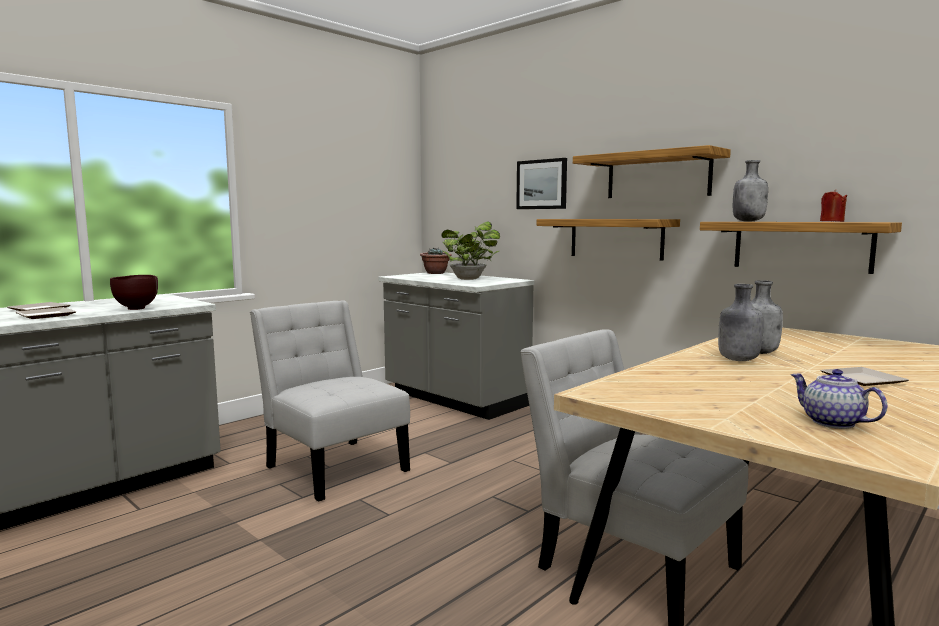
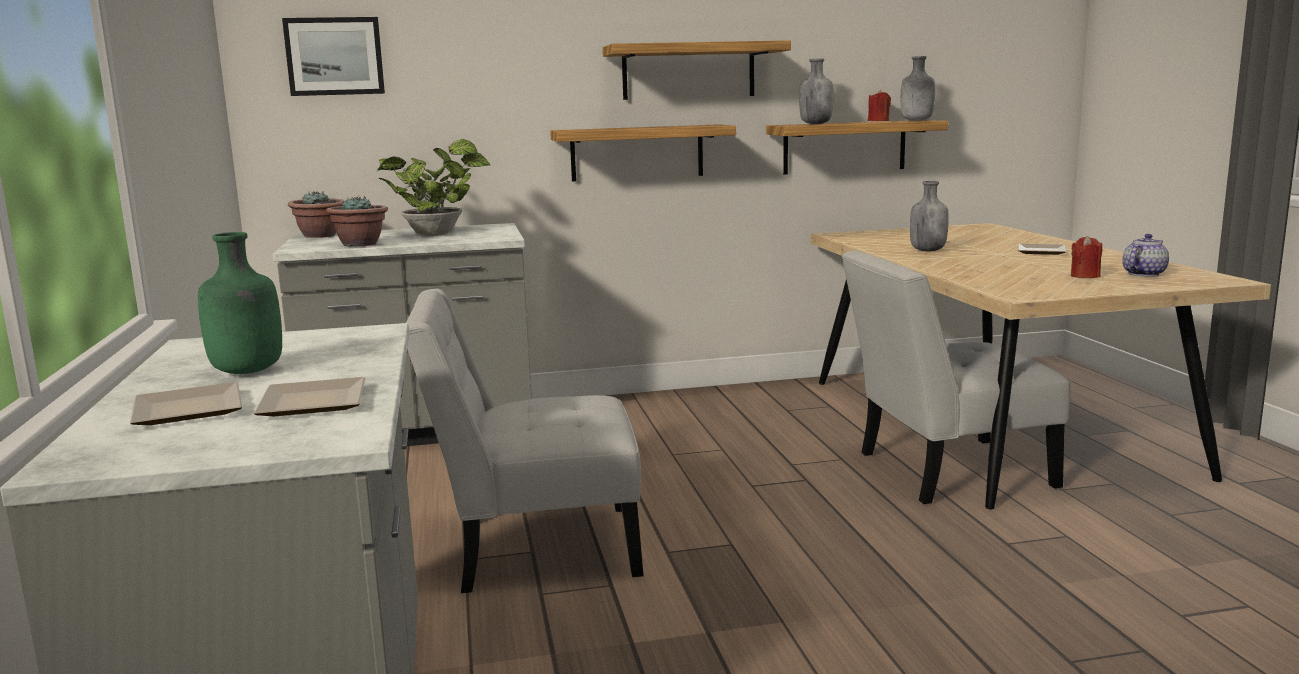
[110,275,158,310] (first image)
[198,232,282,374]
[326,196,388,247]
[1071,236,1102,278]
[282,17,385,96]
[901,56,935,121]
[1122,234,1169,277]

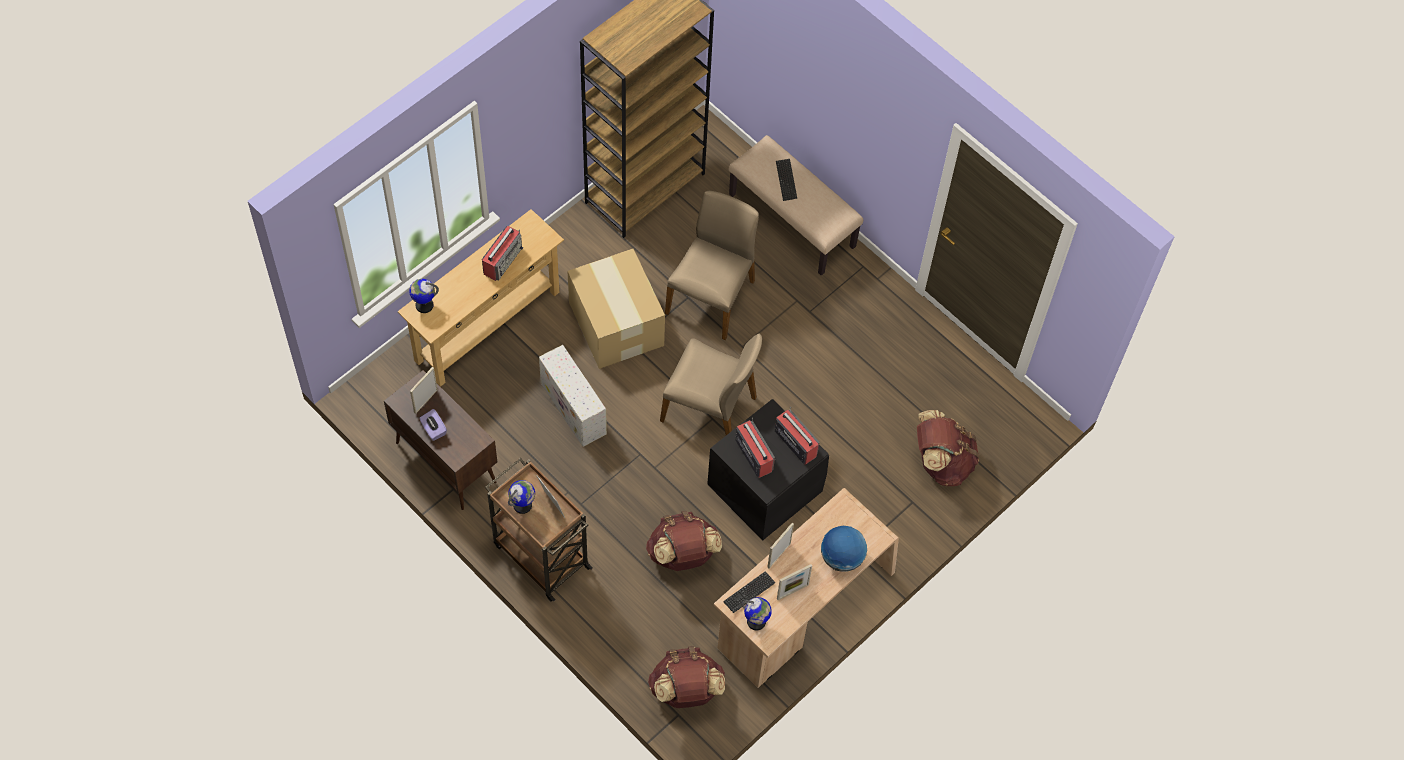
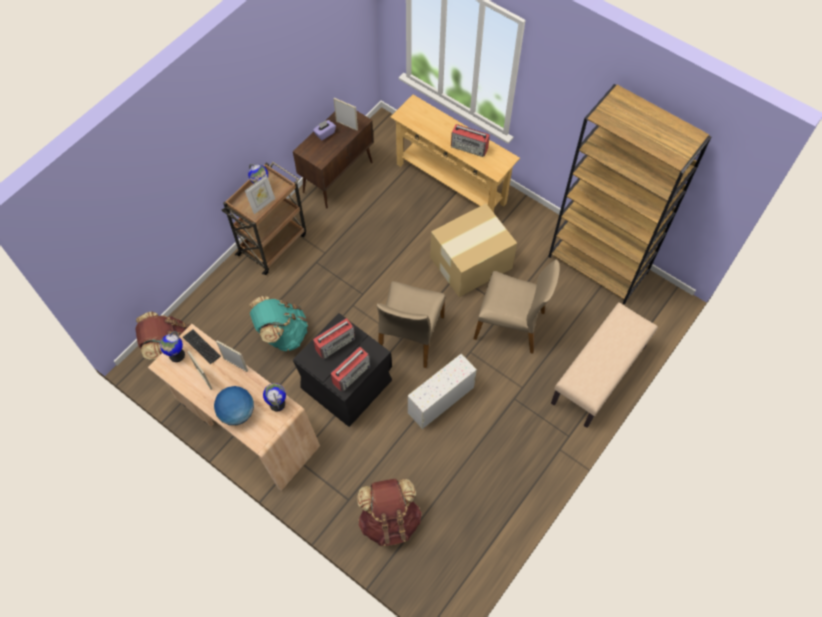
[776,159,797,201] (first image)
[263,383,286,412]
[408,354,477,429]
[249,296,308,351]

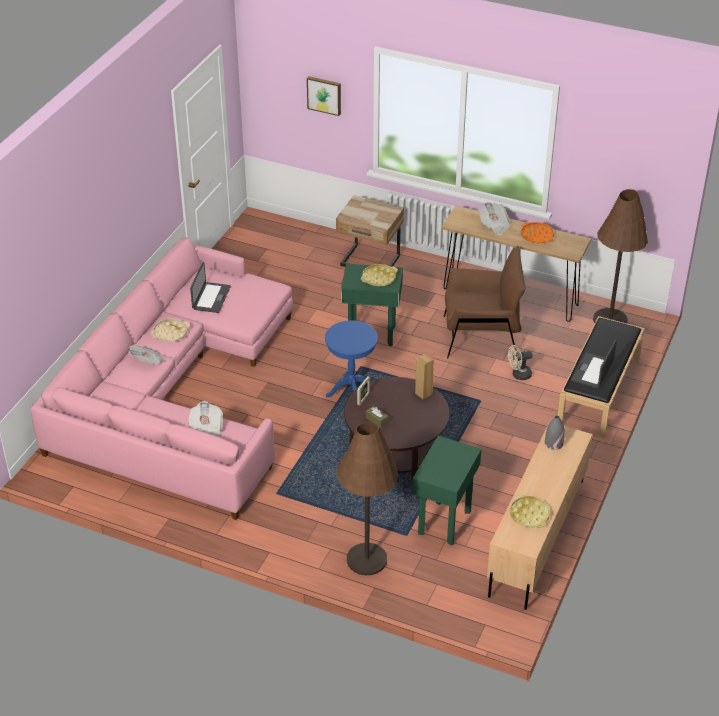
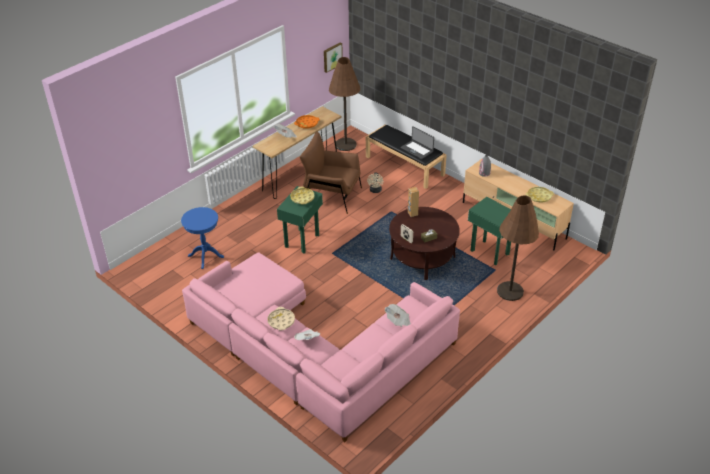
[190,262,231,313] (first image)
[336,195,404,267] (first image)
[324,42,343,73]
[181,207,224,269]
[300,131,362,214]

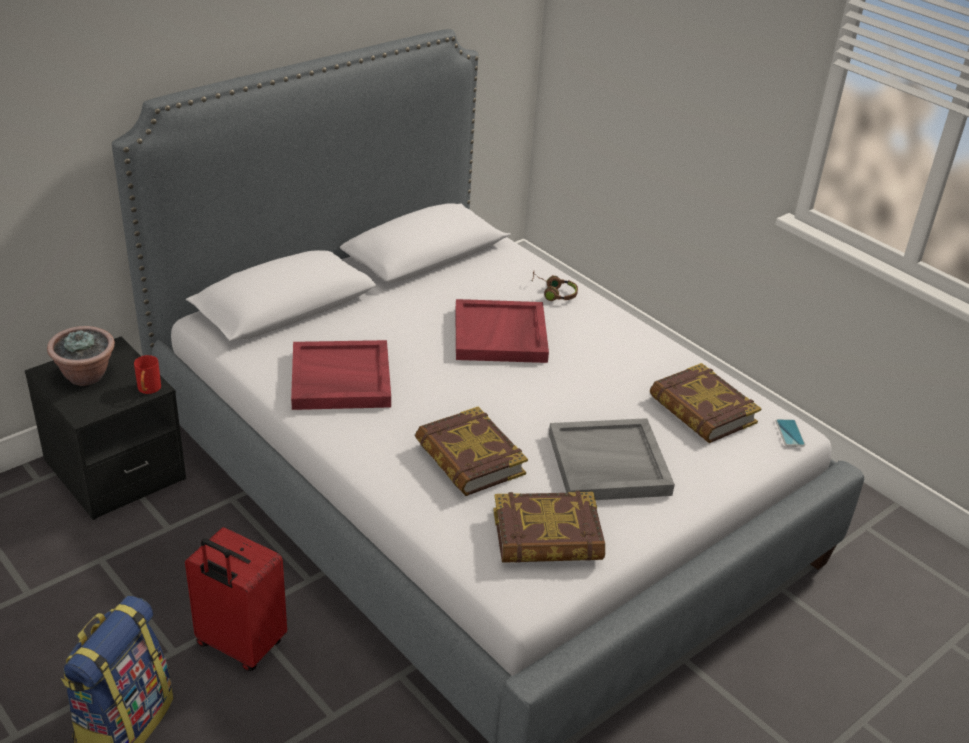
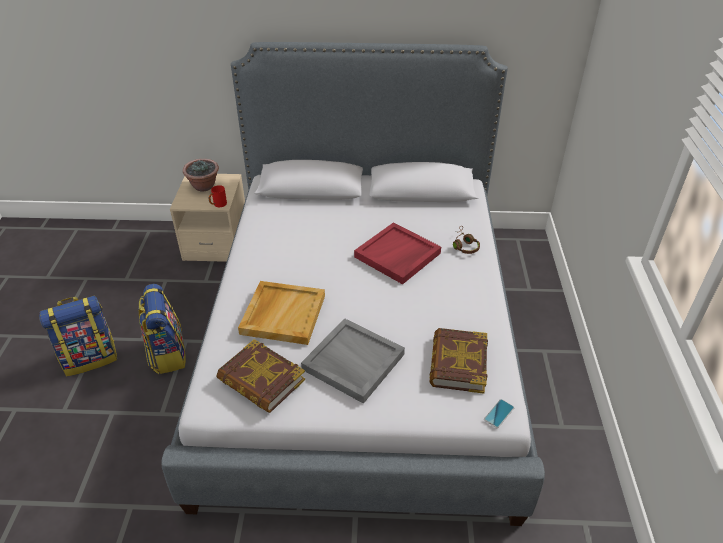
[291,340,391,410] (first image)
[138,284,186,374]
[238,281,325,345]
[170,174,245,262]

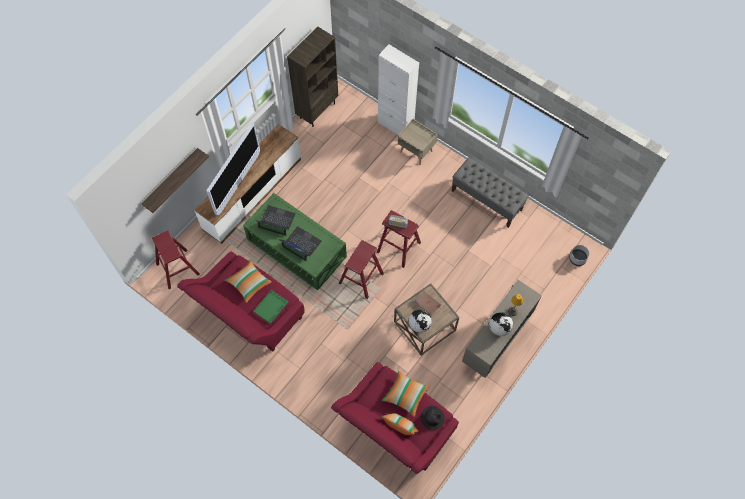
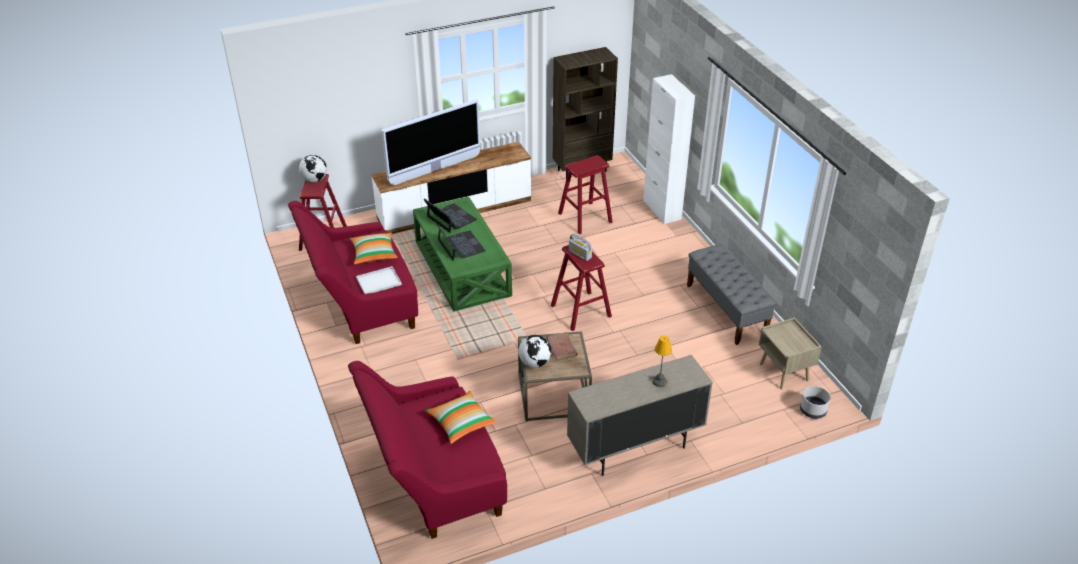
[141,148,209,213] (first image)
[382,413,419,435] (first image)
[421,406,445,430] (first image)
[558,155,613,234]
[759,317,822,389]
[299,155,327,183]
[356,266,402,294]

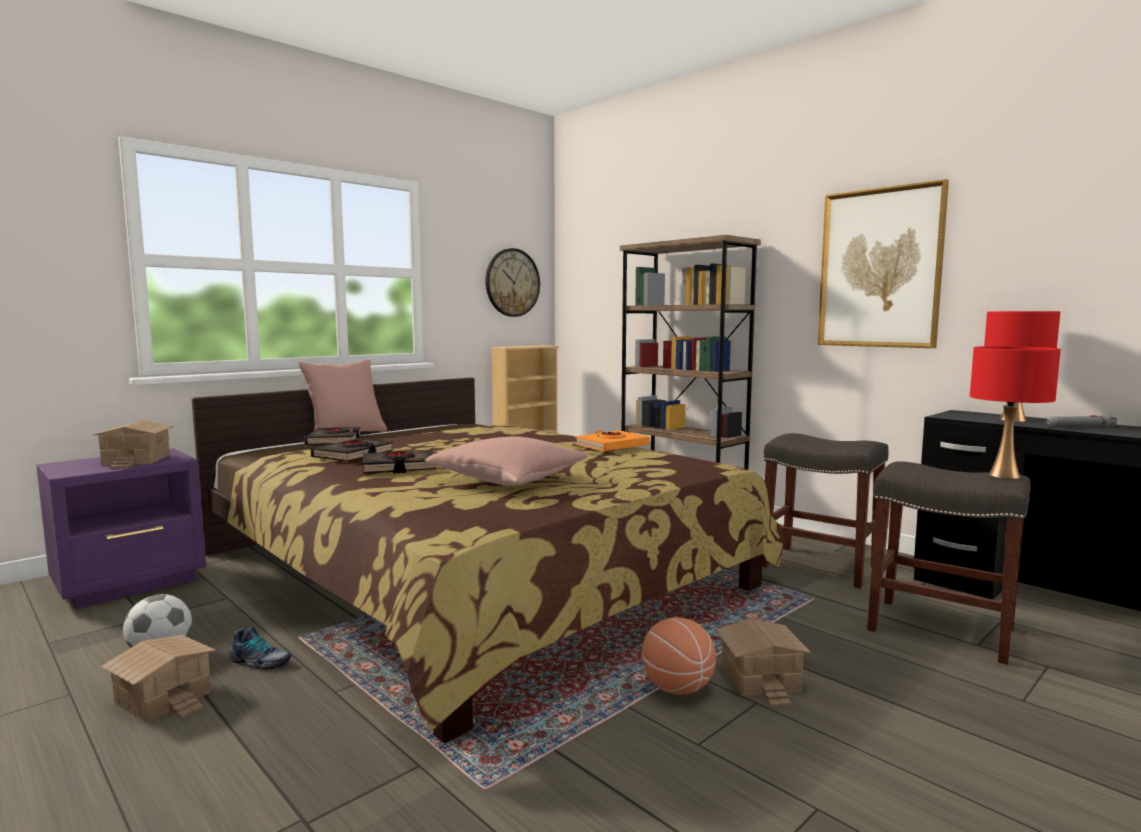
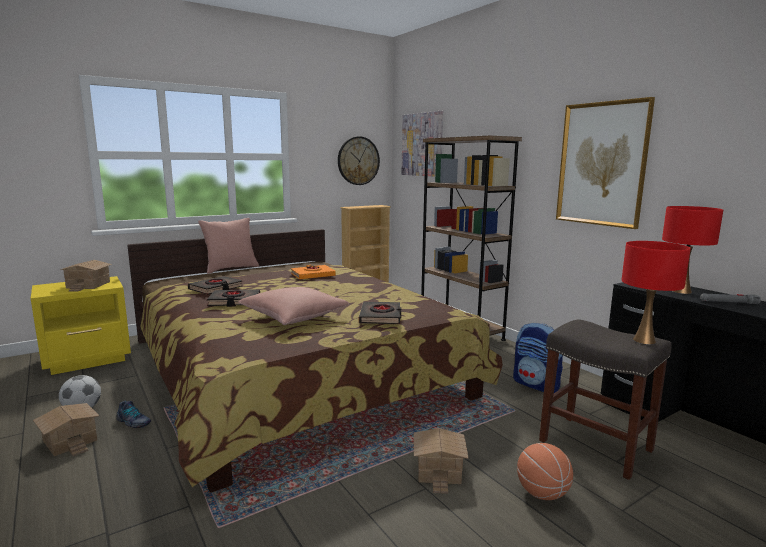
[402,111,443,177]
[359,302,401,324]
[291,265,336,279]
[517,443,573,500]
[513,323,563,393]
[31,276,131,375]

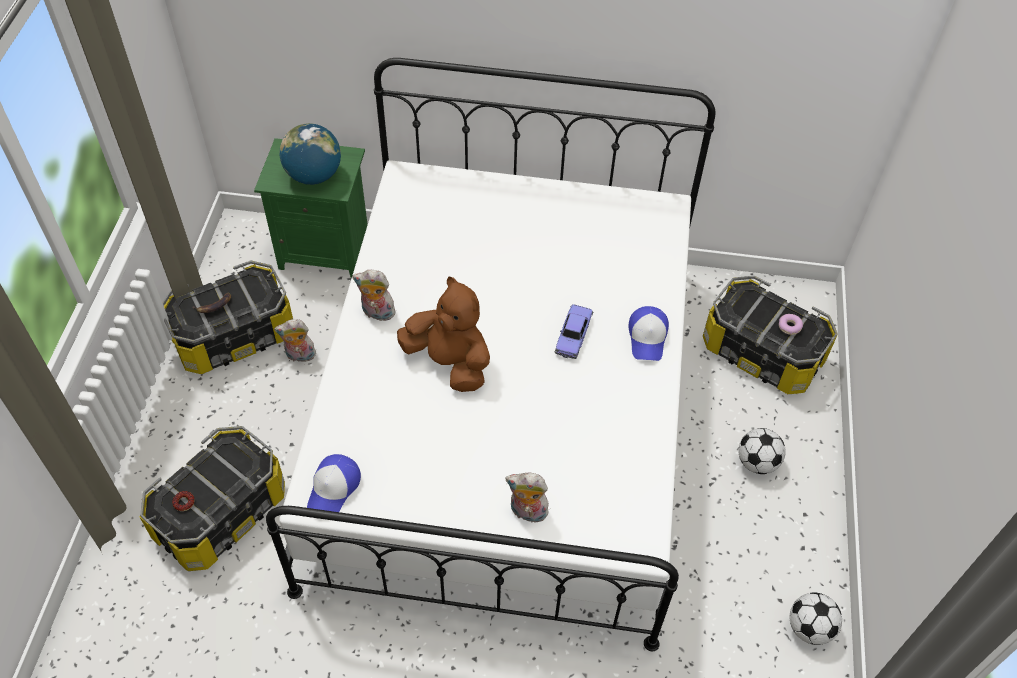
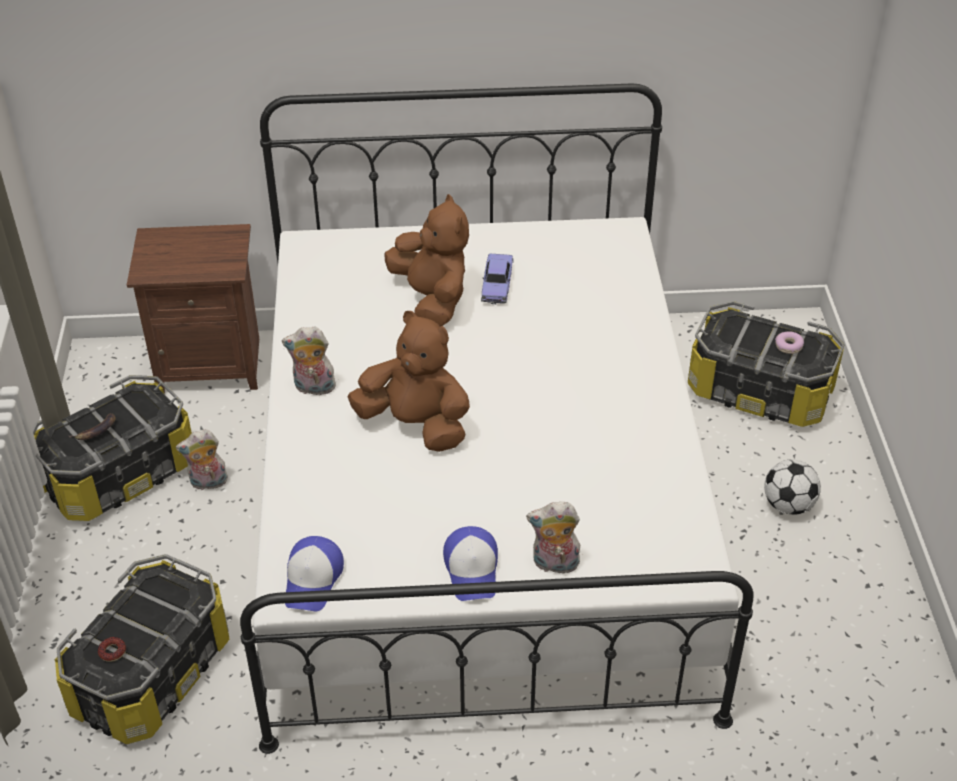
[279,123,341,185] (first image)
[790,593,842,645] (first image)
[384,194,469,327]
[481,254,514,304]
[443,526,498,601]
[127,224,259,394]

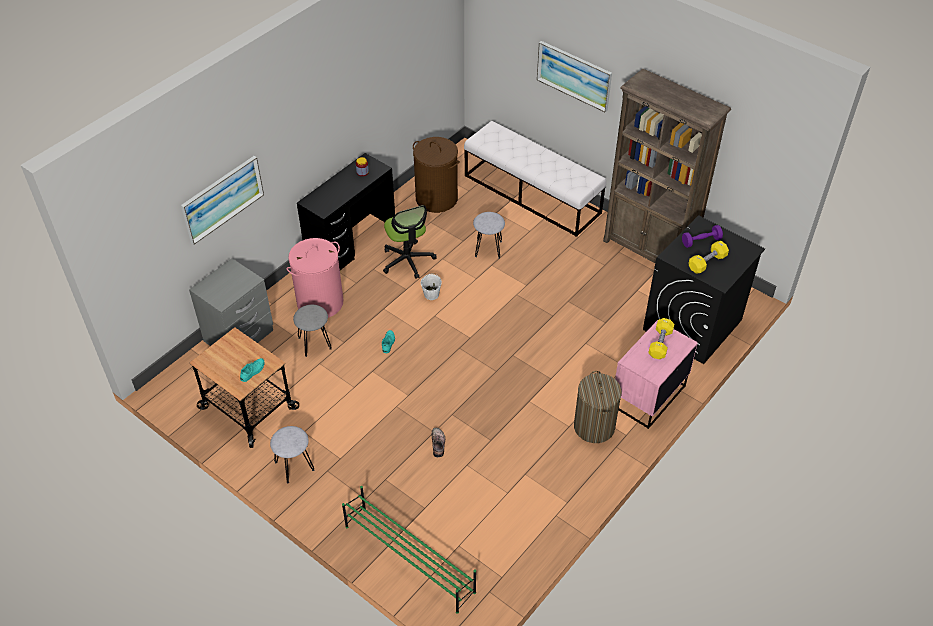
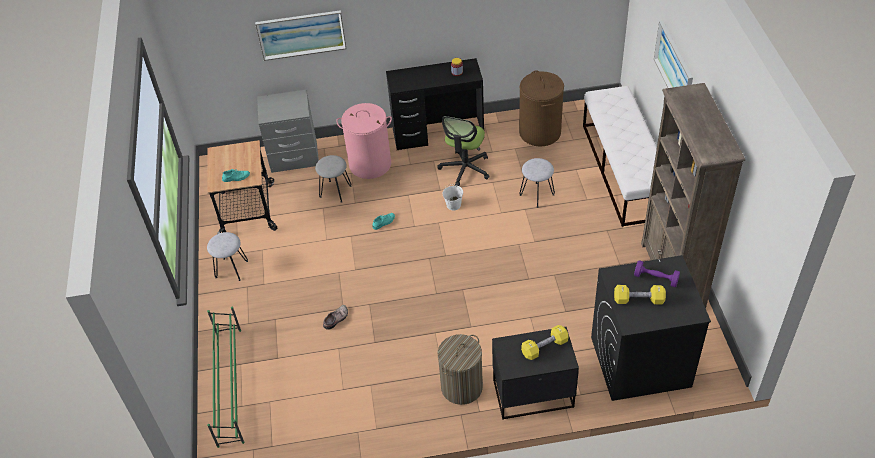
[492,327,579,420]

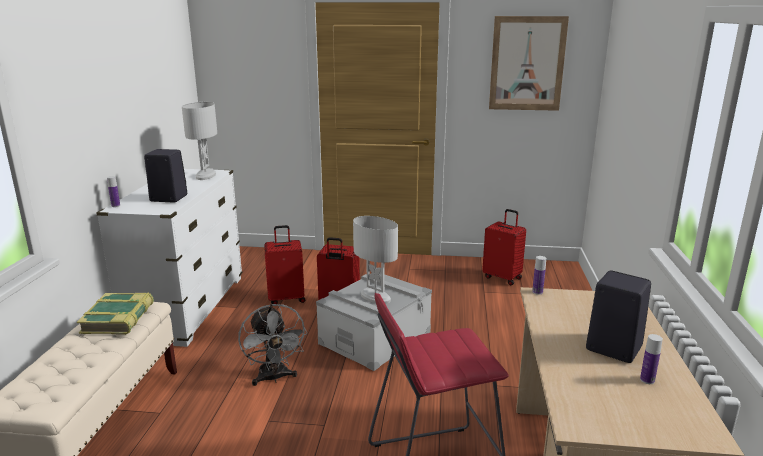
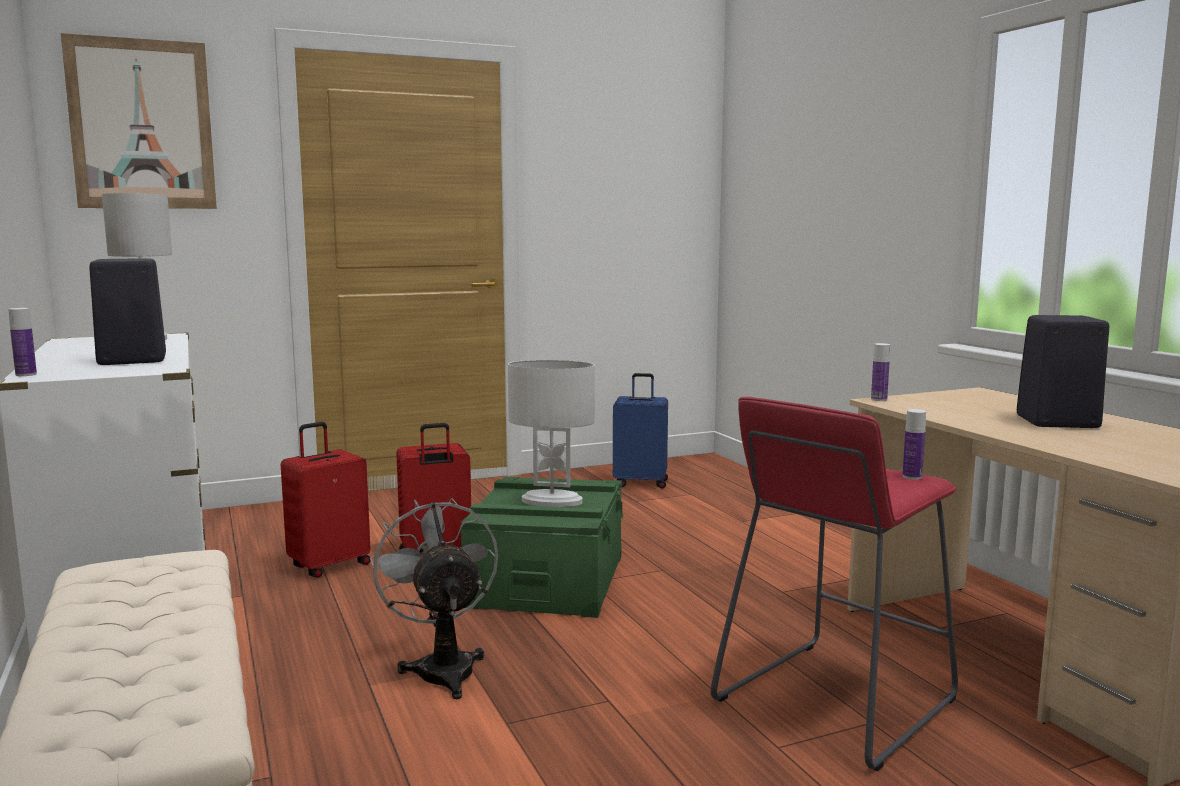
[77,293,154,335] (first image)
[61,33,217,209]
[903,409,926,480]
[461,477,623,618]
[613,373,668,488]
[370,498,498,699]

